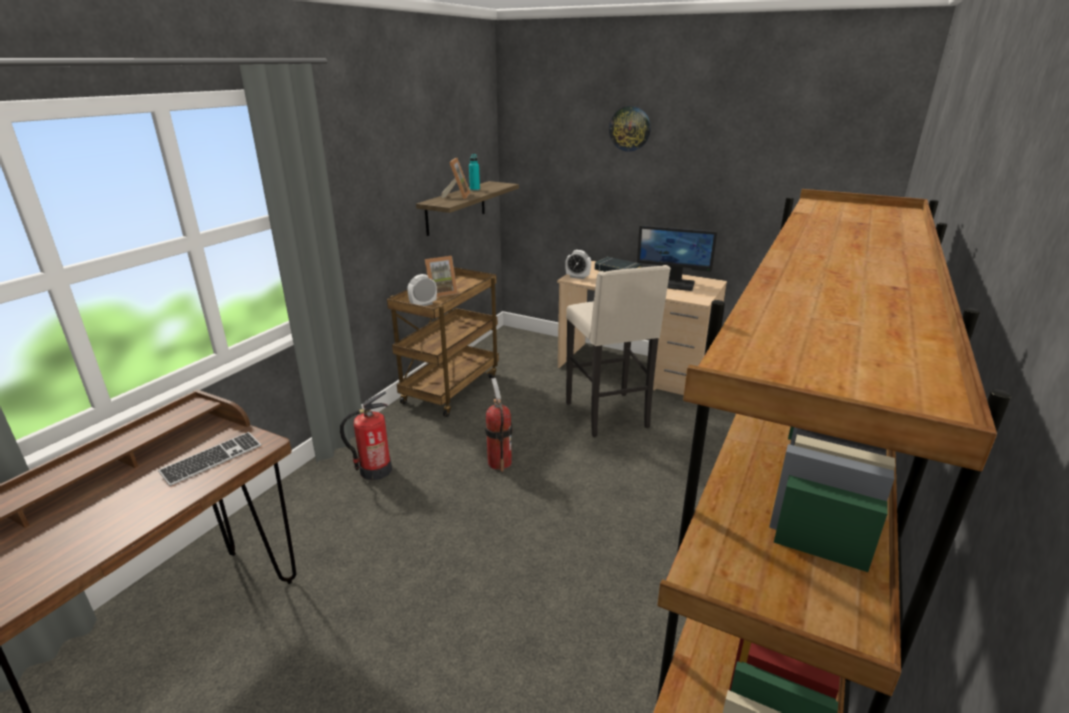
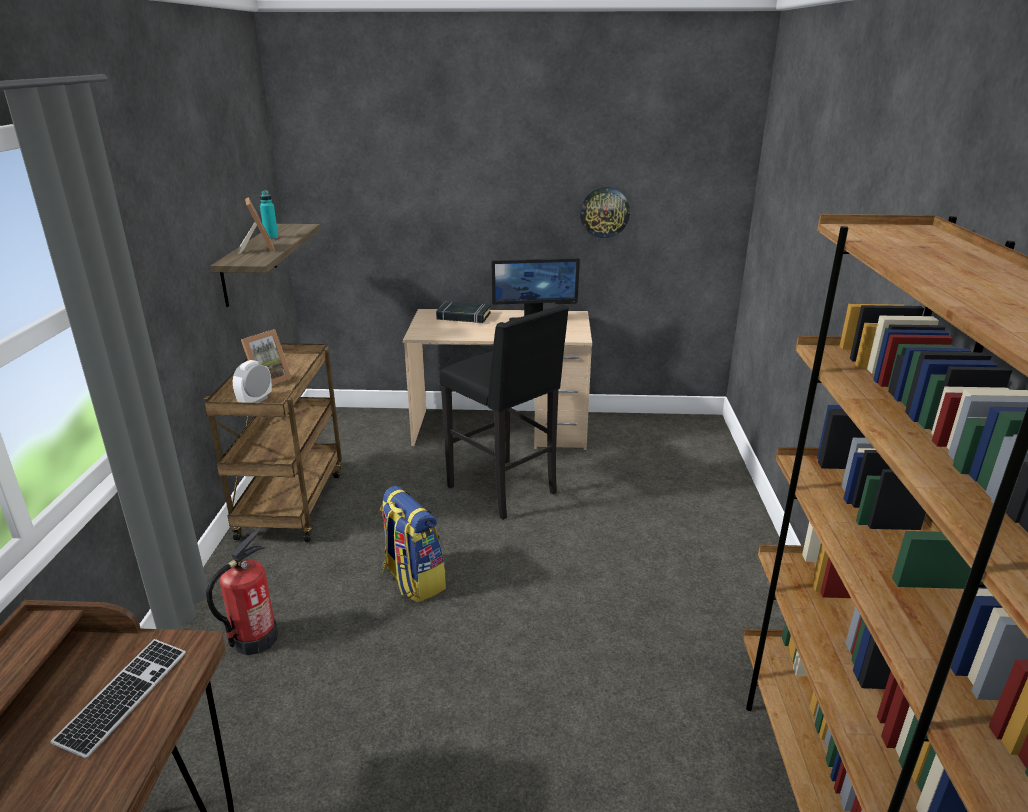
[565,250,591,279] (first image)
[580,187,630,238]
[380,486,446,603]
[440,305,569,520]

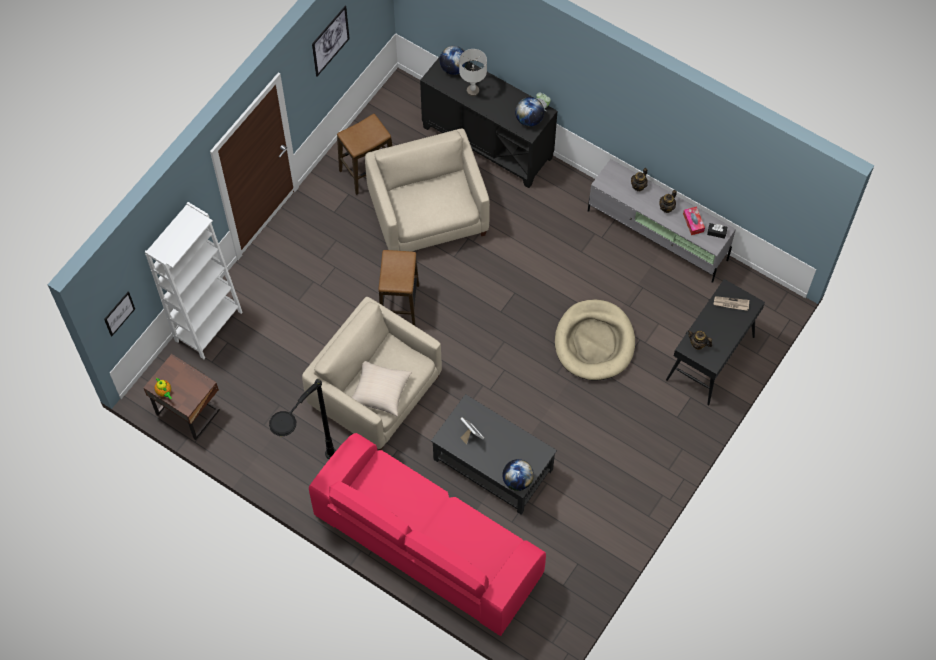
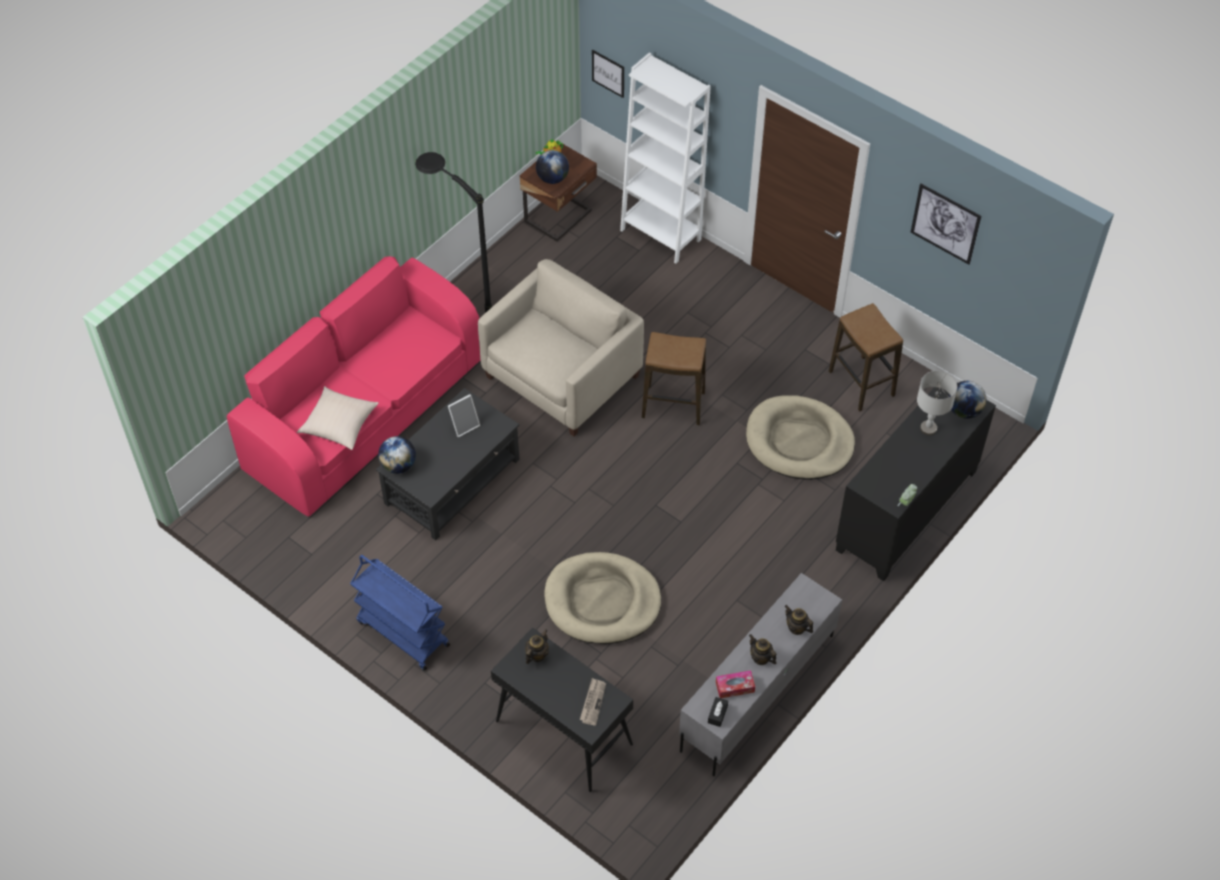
[350,555,450,671]
[297,386,379,450]
[536,150,569,184]
[746,396,855,480]

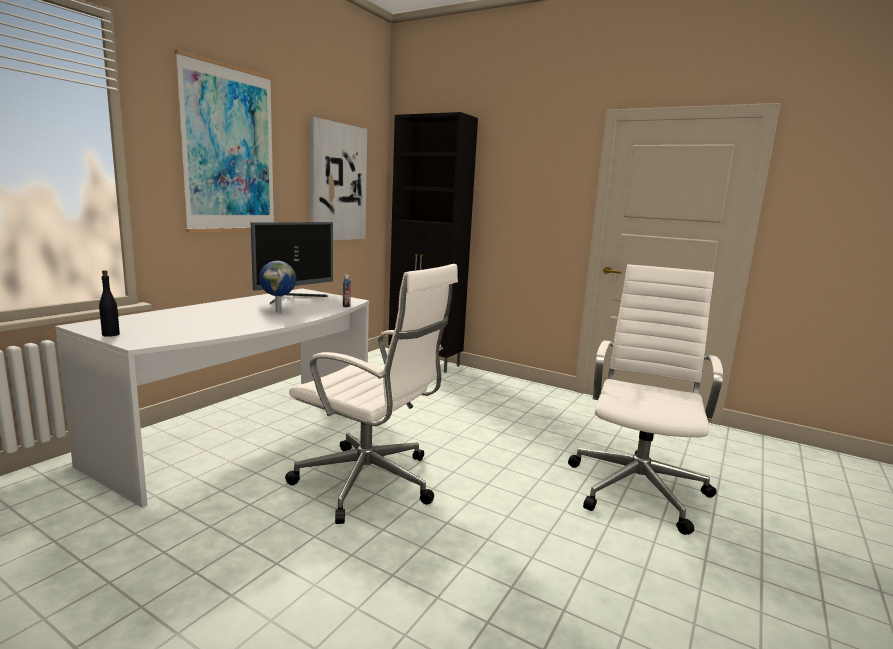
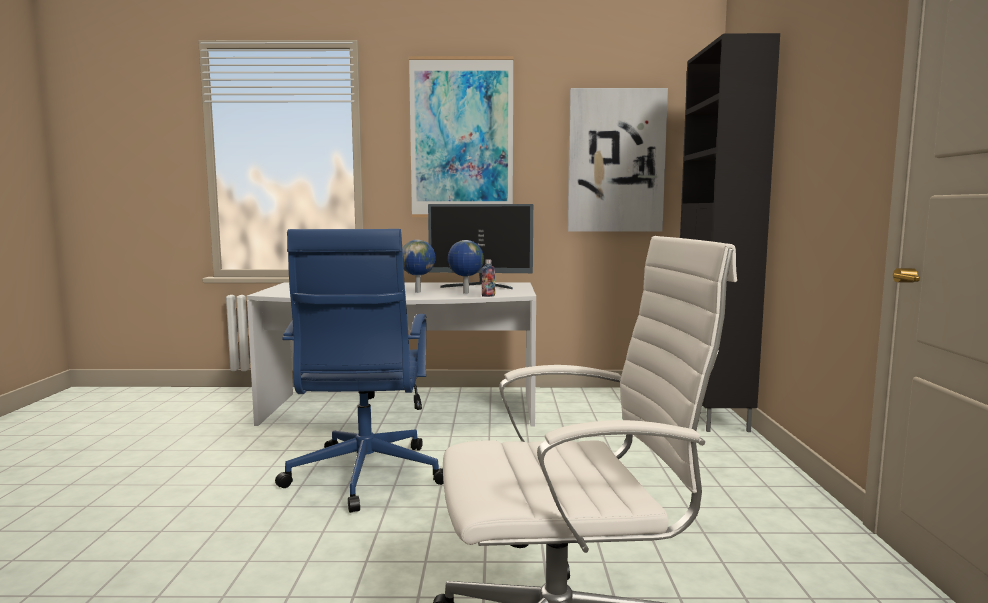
[99,270,120,337] (first image)
[448,240,484,294]
[275,229,444,513]

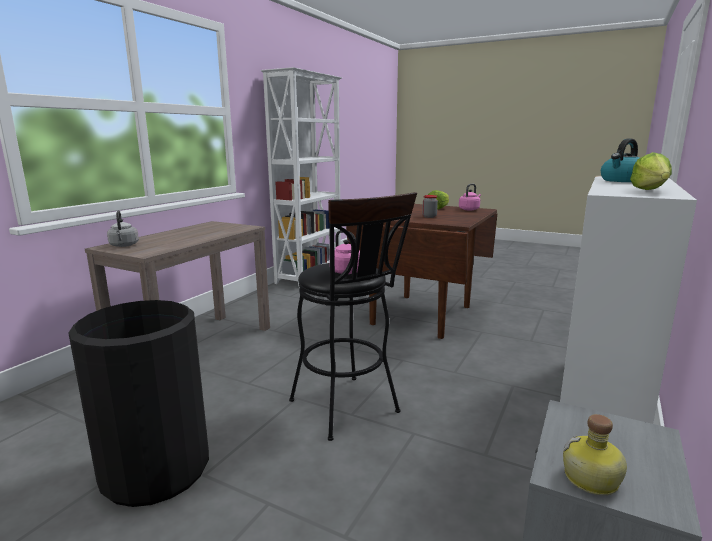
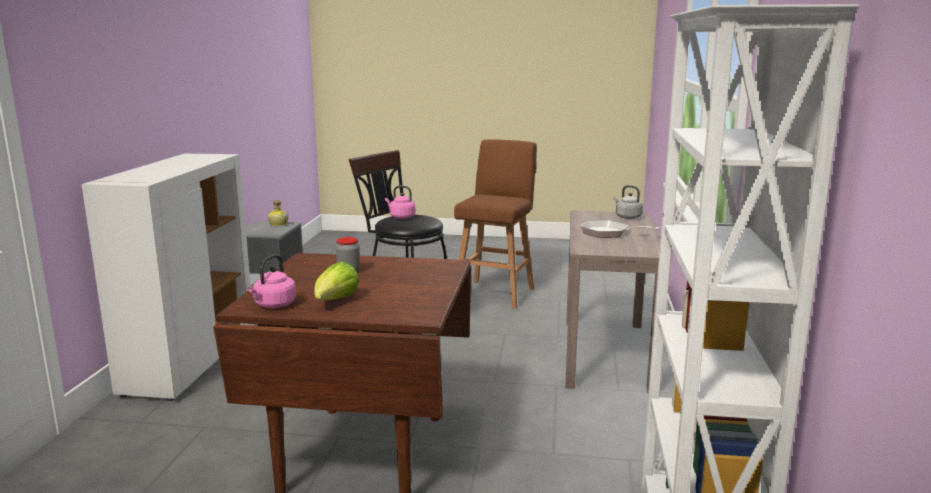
[601,139,639,182] (first image)
[630,152,672,190] (first image)
[581,220,660,238]
[454,139,537,309]

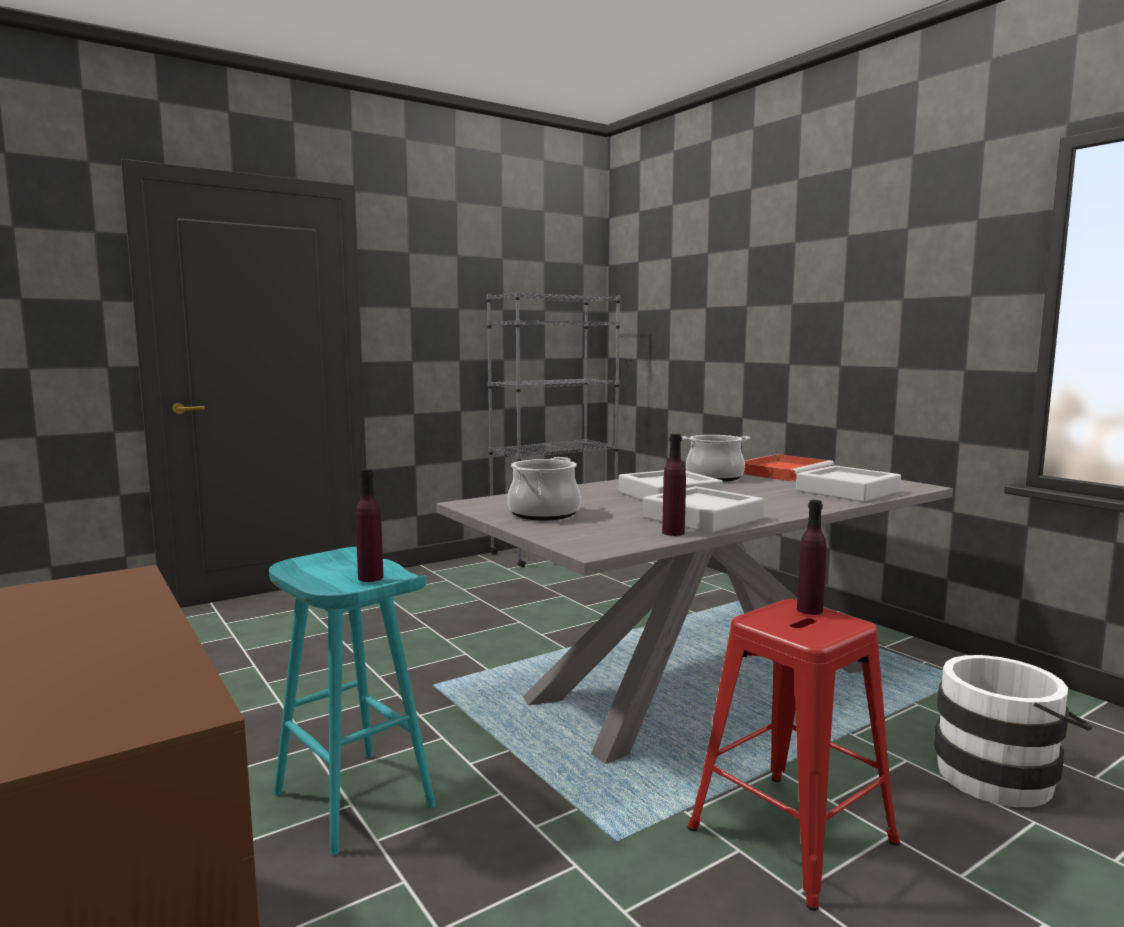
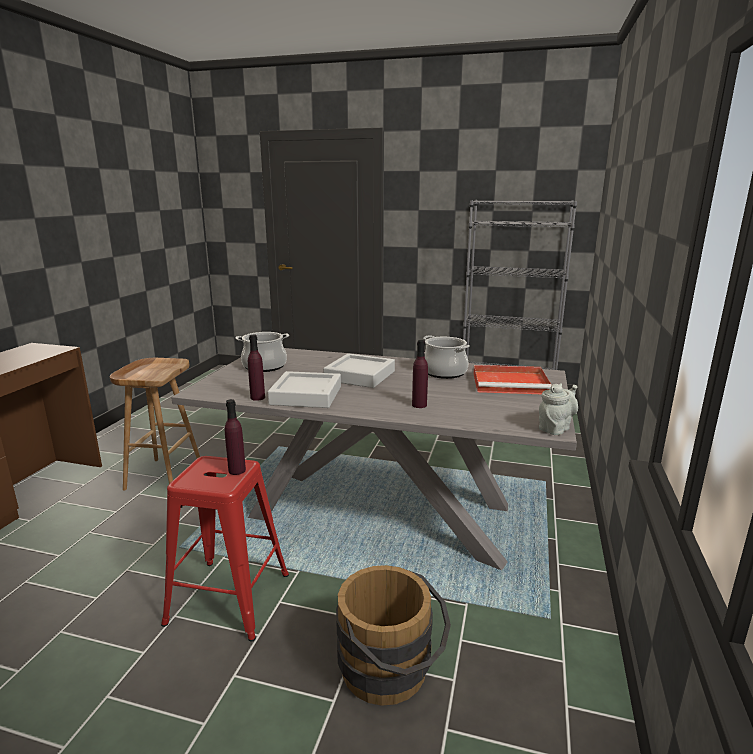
[796,465,901,502] (first image)
[539,383,578,435]
[412,340,428,408]
[110,358,200,490]
[336,565,451,706]

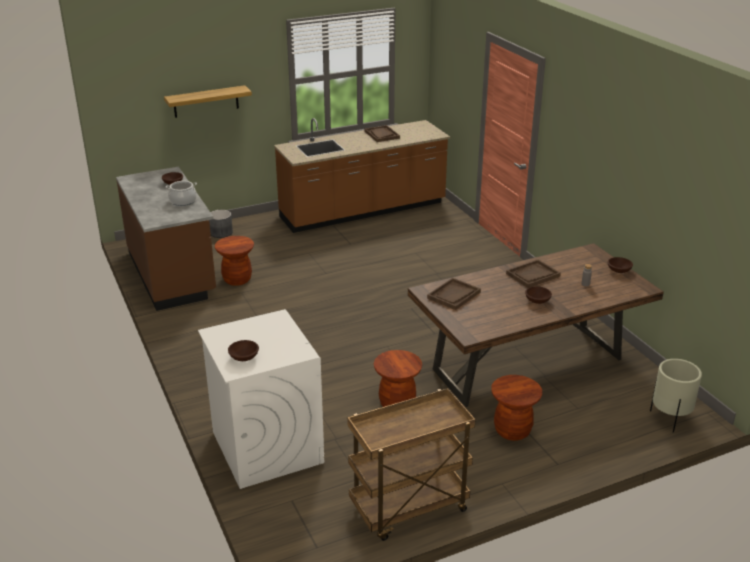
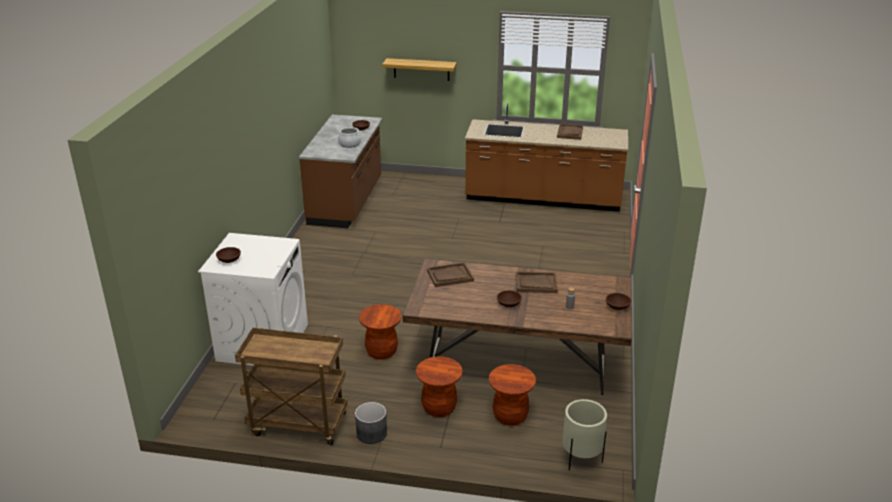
[355,402,387,444]
[489,364,536,426]

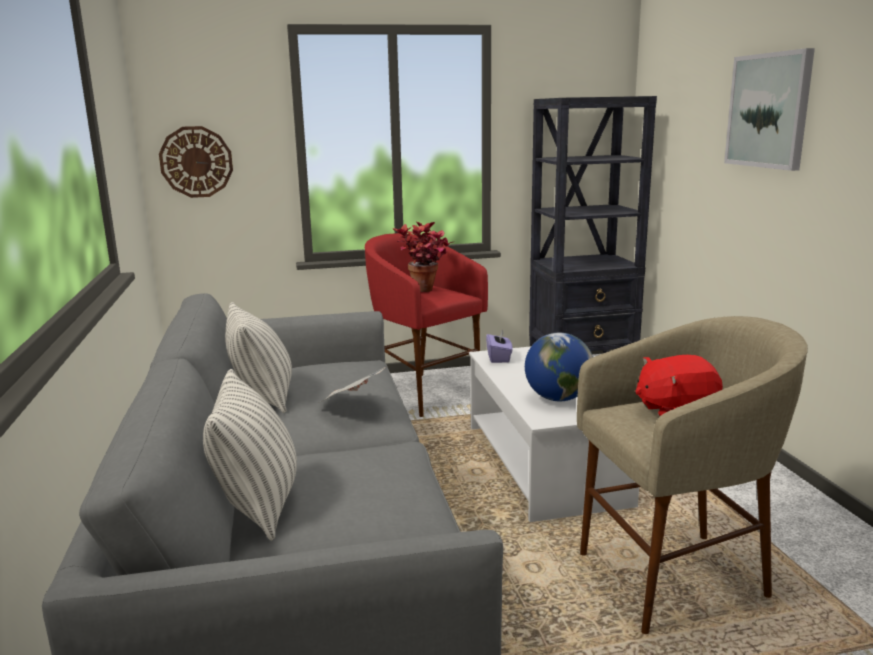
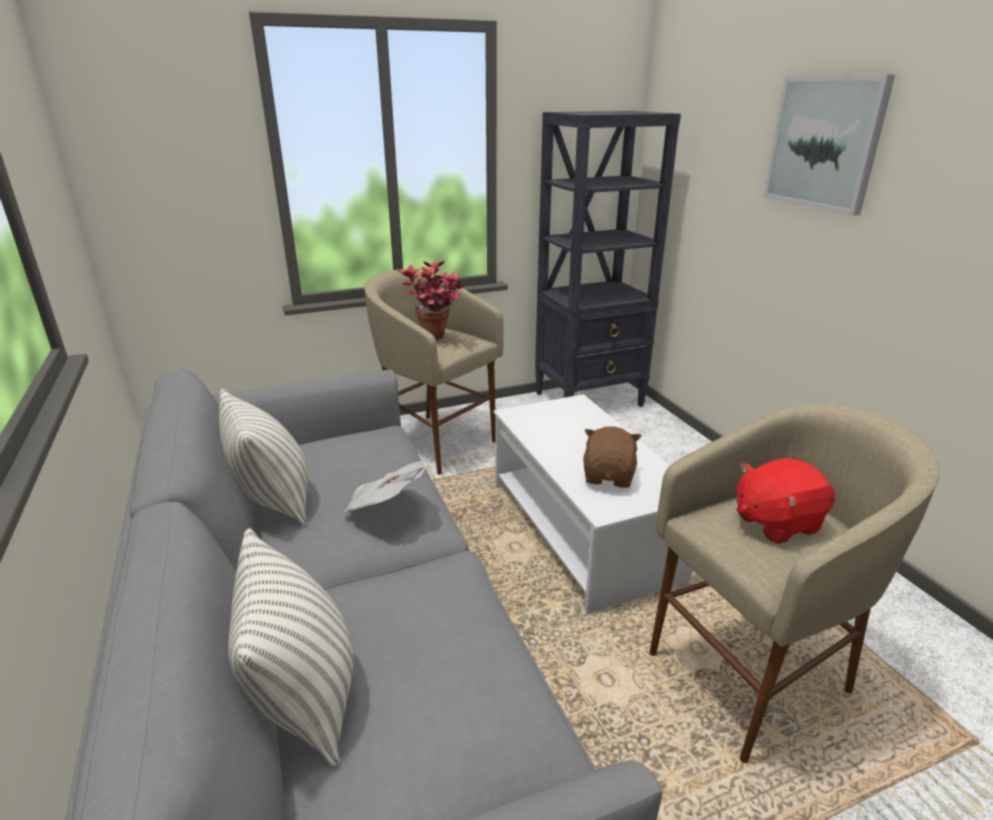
[159,126,233,198] (first image)
[486,329,513,363] (first image)
[583,426,641,488]
[364,269,504,475]

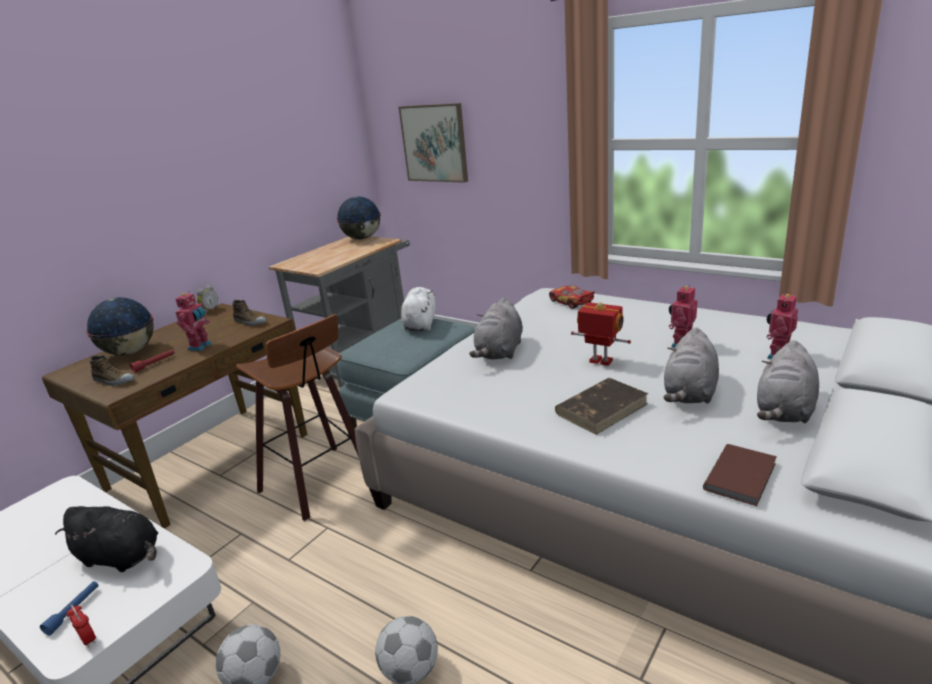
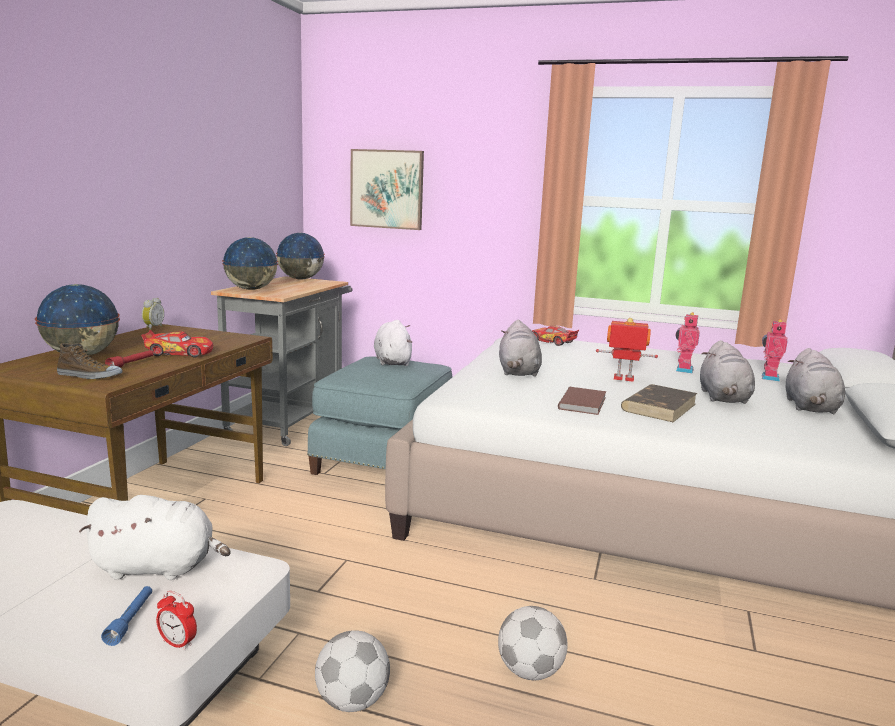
[232,300,267,326] (first image)
[236,314,359,521] (first image)
[222,237,278,290]
[558,387,606,415]
[141,330,213,357]
[79,495,231,580]

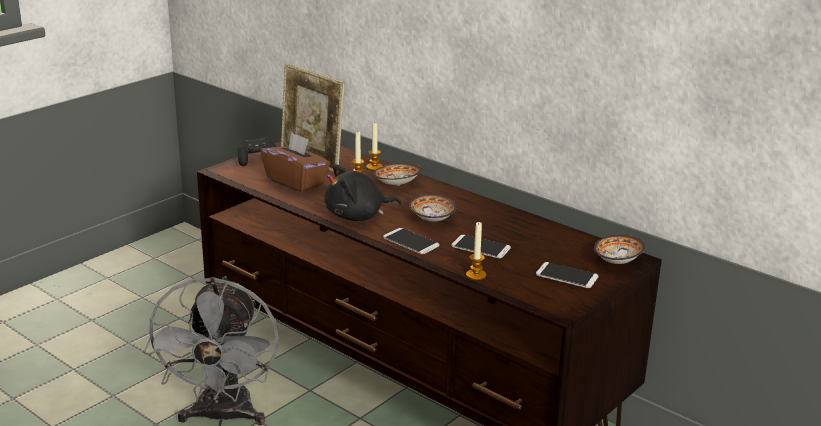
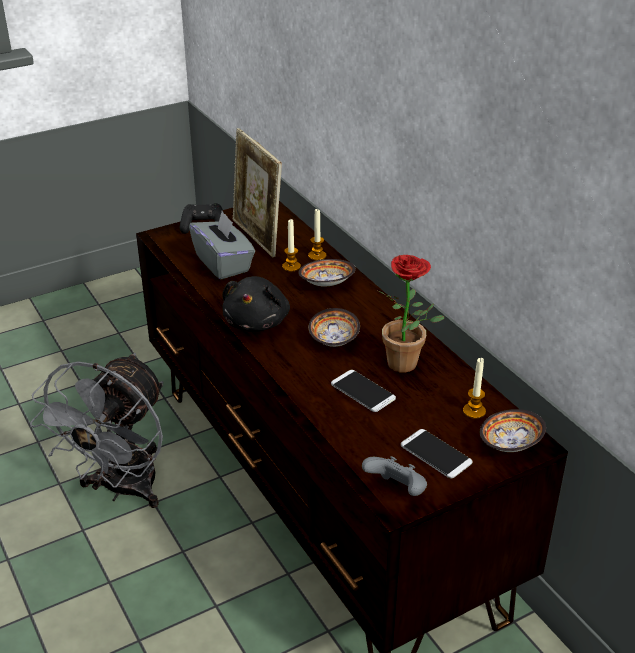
[383,228,440,254] (first image)
[362,456,427,496]
[378,255,444,373]
[463,358,486,419]
[189,211,255,279]
[222,276,290,332]

